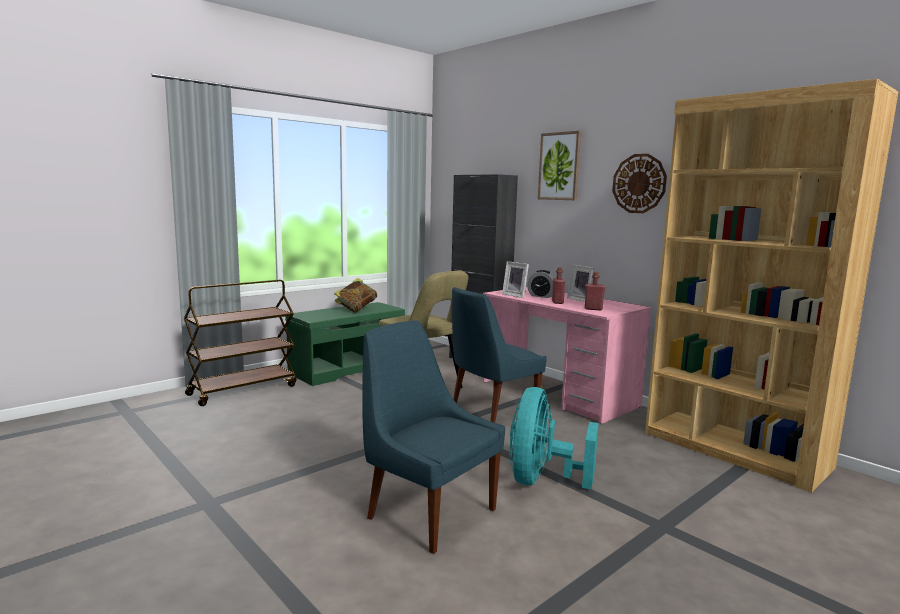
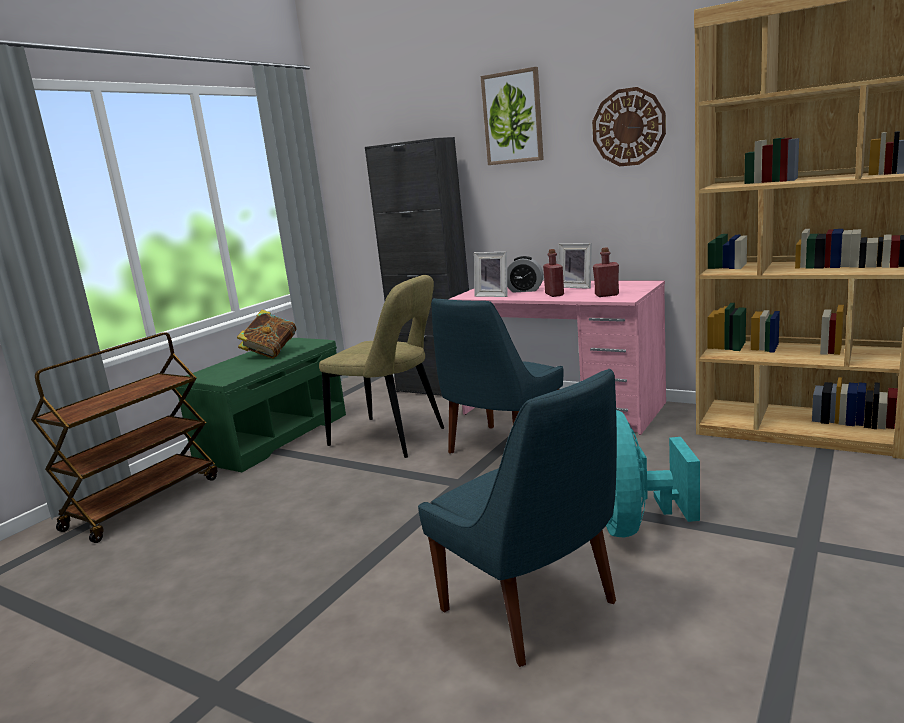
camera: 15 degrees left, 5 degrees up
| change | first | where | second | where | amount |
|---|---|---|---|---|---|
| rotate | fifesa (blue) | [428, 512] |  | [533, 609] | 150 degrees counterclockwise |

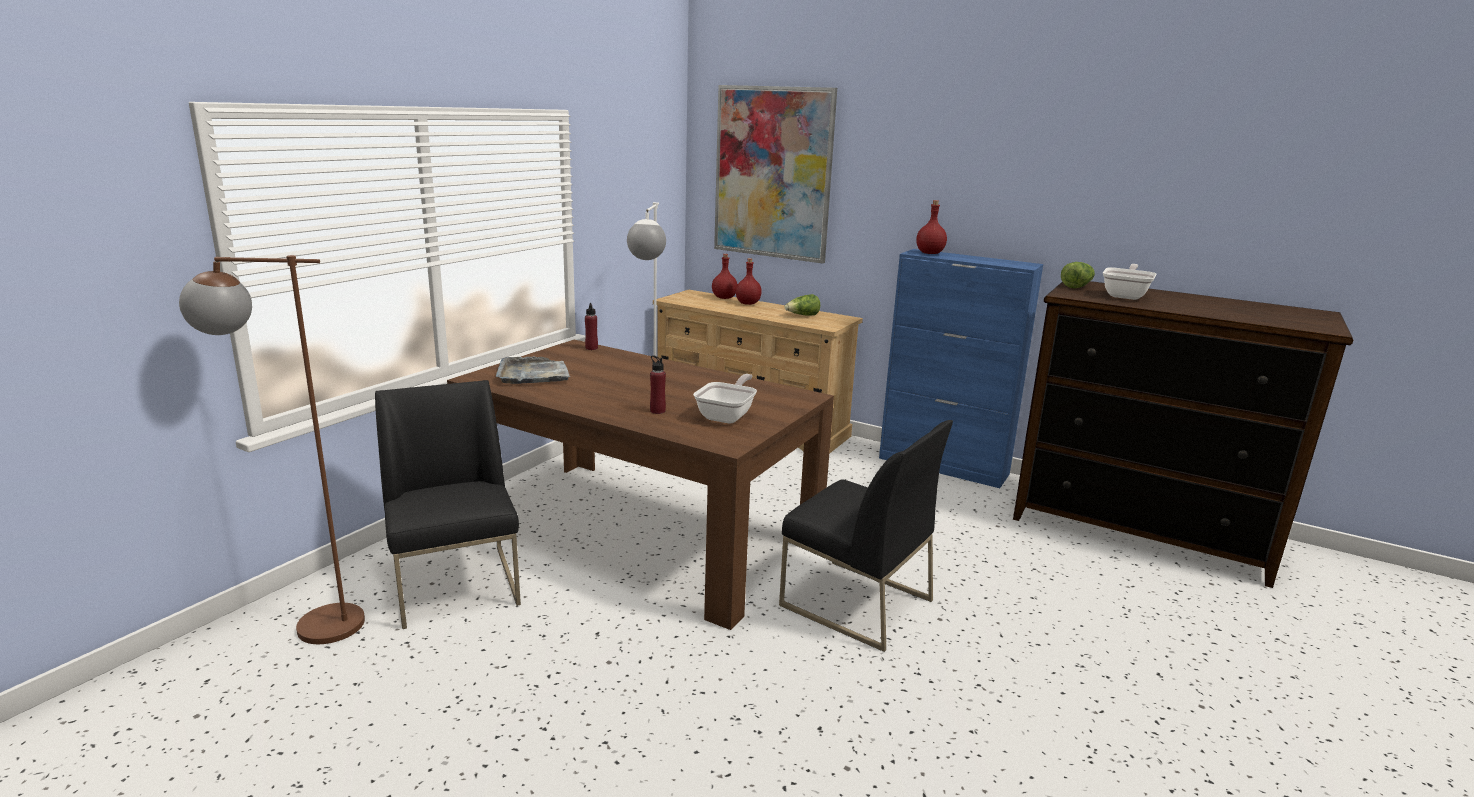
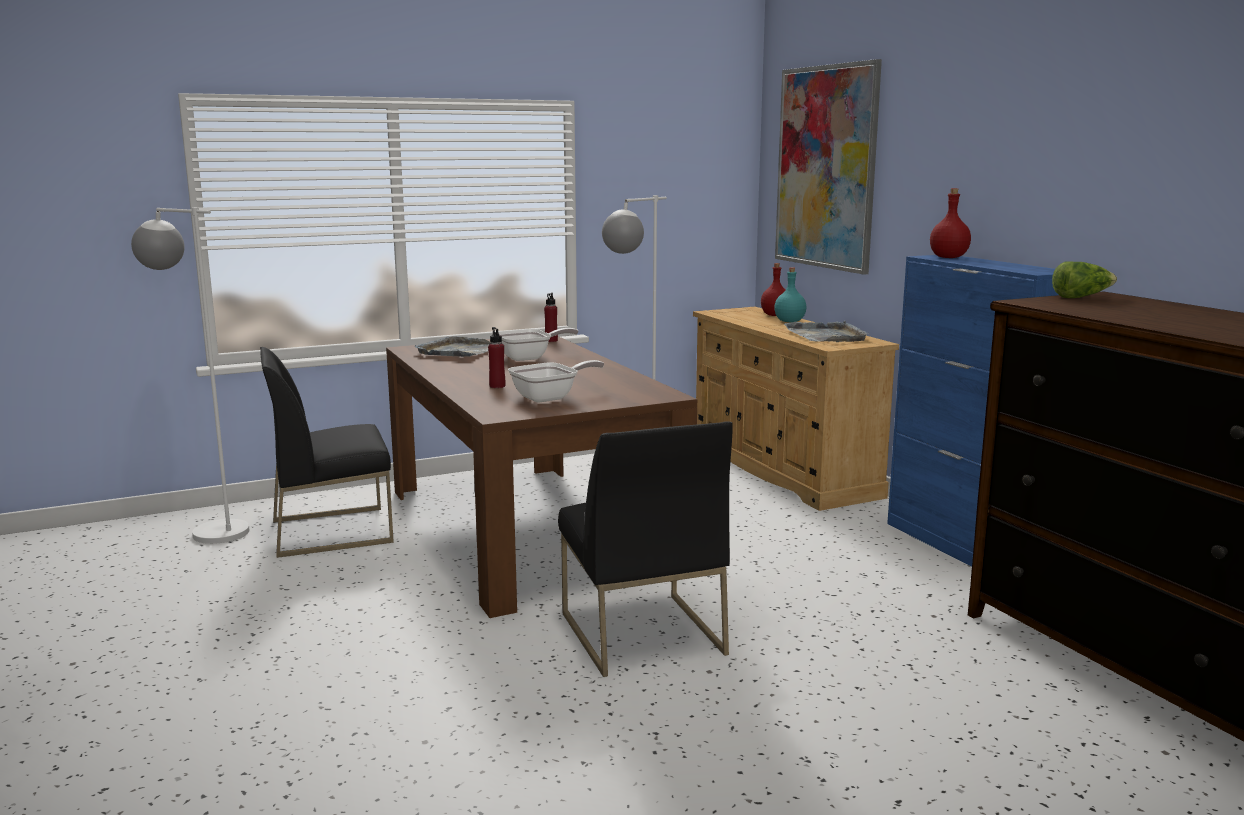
camera: 35 degrees right, 5 degrees down
| change | first | where | second | where | amount |
|---|---|---|---|---|---|
| recolor | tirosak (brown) | [307, 626] | tirosak (white) | [207, 530] |  |
| rotate | fifesa (black) | [457, 585] |  | [333, 531] | 120 degrees counterclockwise |
| recolor | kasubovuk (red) | [748, 303] | kasubovuk (turquoise) | [790, 321] |  |
| replace | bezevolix | [802, 315] | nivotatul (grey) | [827, 336] |  |
| move | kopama | [1126, 295] |  | [529, 358] |  |

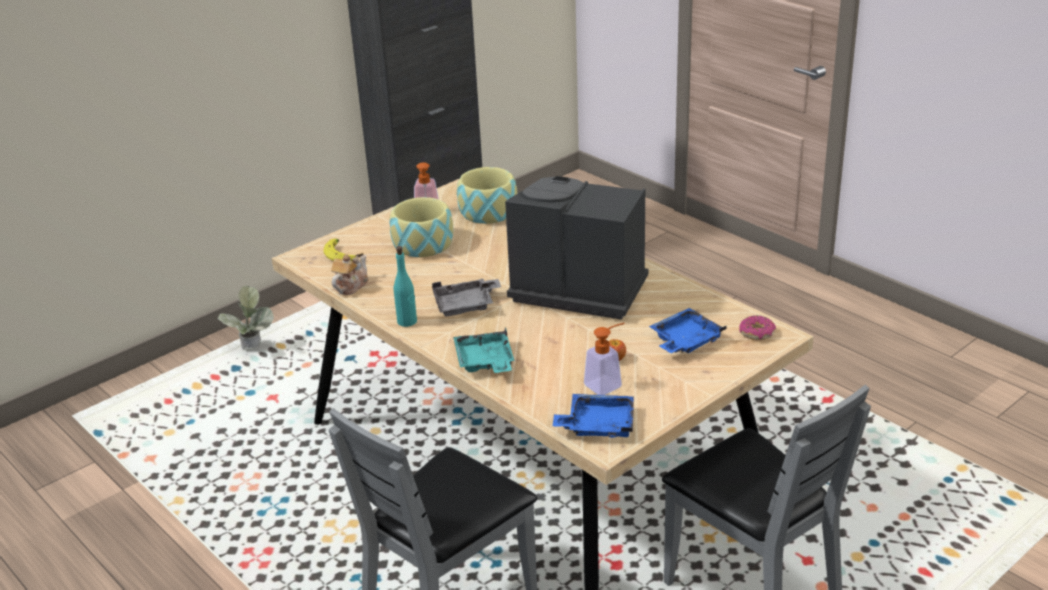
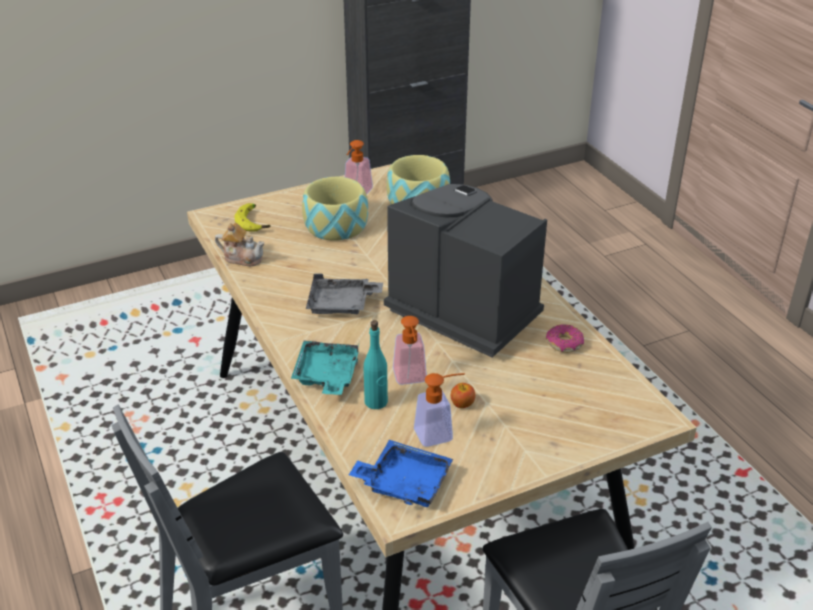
camera: 15 degrees right, 5 degrees up
| change | first | where | second | where | amount |
|---|---|---|---|---|---|
| delete | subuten | [253, 350] |  |  |  |
| rotate | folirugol | [350, 286] |  | [242, 258] | 60 degrees clockwise |
| move | kasubovuk (turquoise) | [407, 321] |  | [376, 402] |  |
| delete | nivotatul (blue) | [685, 341] |  |  |  |
| move | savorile | [757, 333] |  | [564, 344] |  |
| insert |  |  | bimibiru | [410, 379] |  |

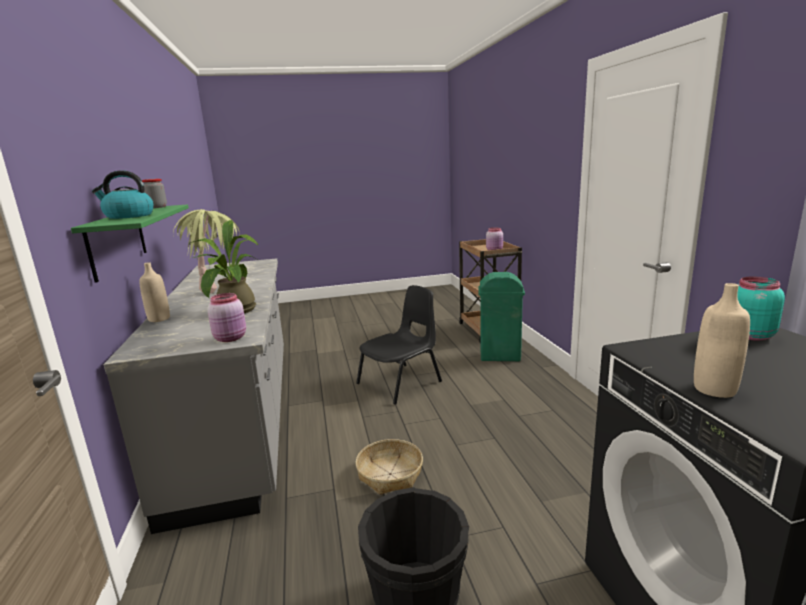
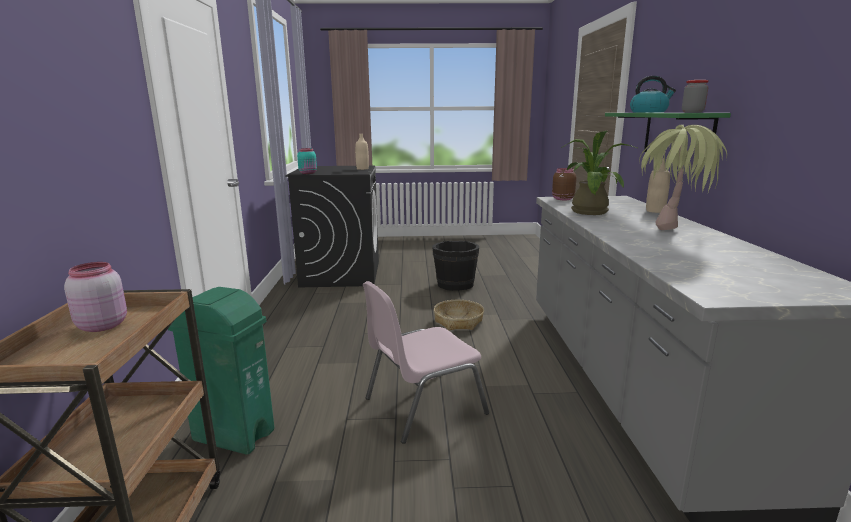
camera: 170 degrees left, 0 degrees up
| change | first | where | second | where | amount |
|---|---|---|---|---|---|
| recolor | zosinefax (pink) | [231, 338] | zosinefax (brown) | [562, 199] |  |
| recolor | fifesa (black) | [401, 382] | fifesa (pink) | [422, 406] |  |

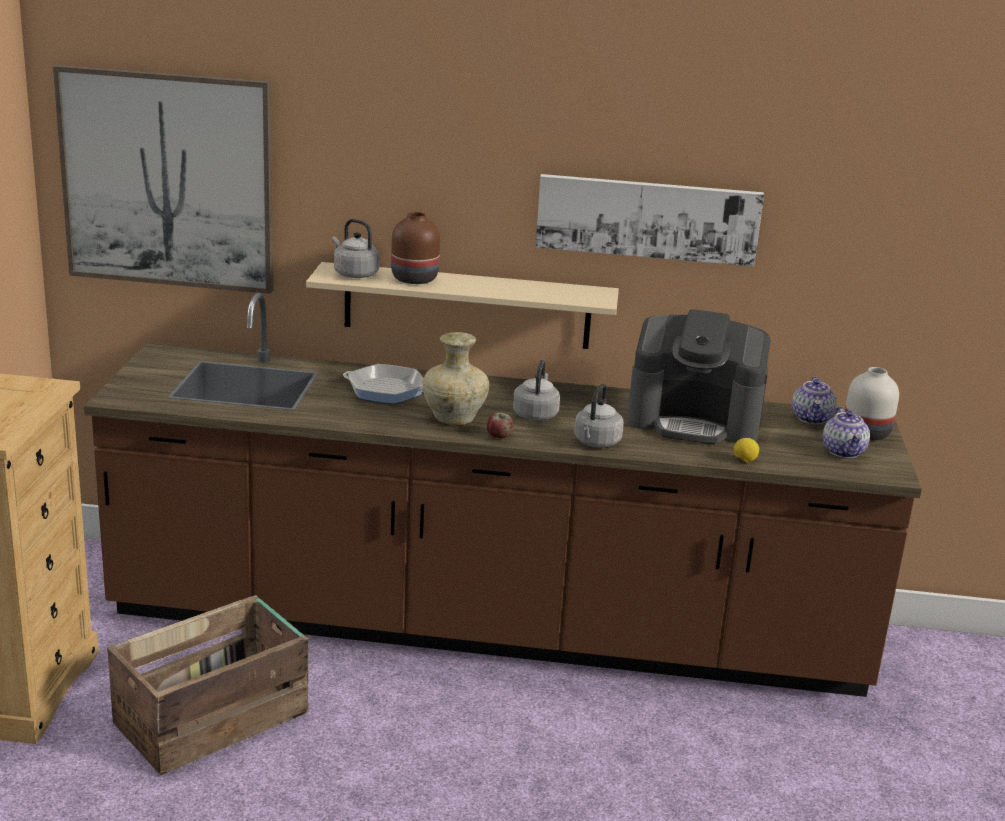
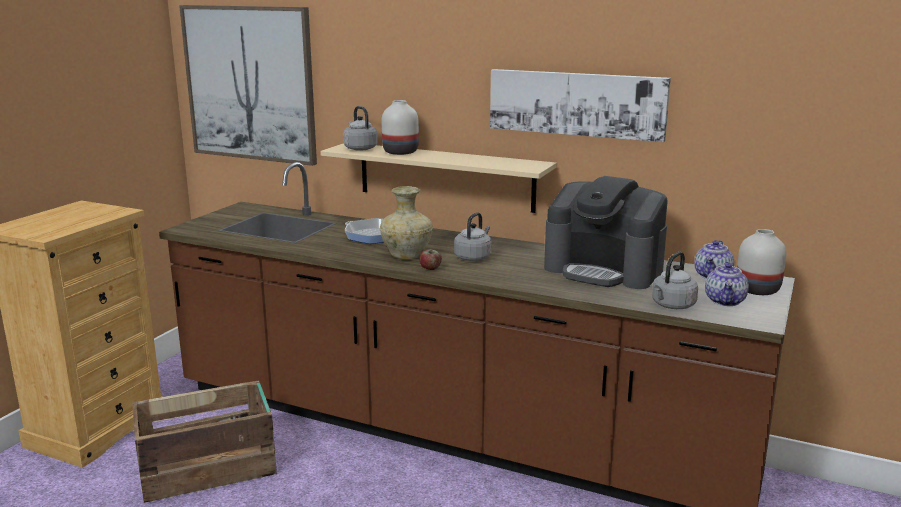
camera: 20 degrees right, 5 degrees down
| change | first | where | second | where | amount |
|---|---|---|---|---|---|
| recolor | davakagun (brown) | [415, 278] | davakagun (white) | [401, 152] |  |
| move | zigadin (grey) | [596, 443] |  | [672, 306] |  |
| delete | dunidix | [744, 461] |  |  |  |

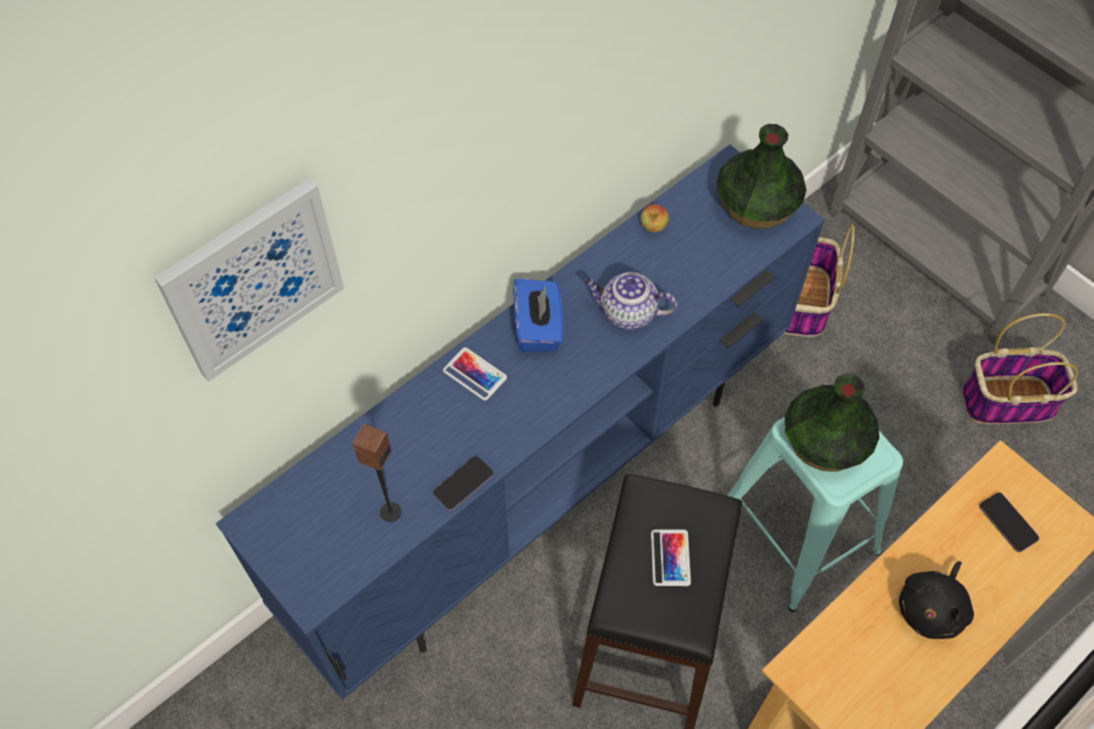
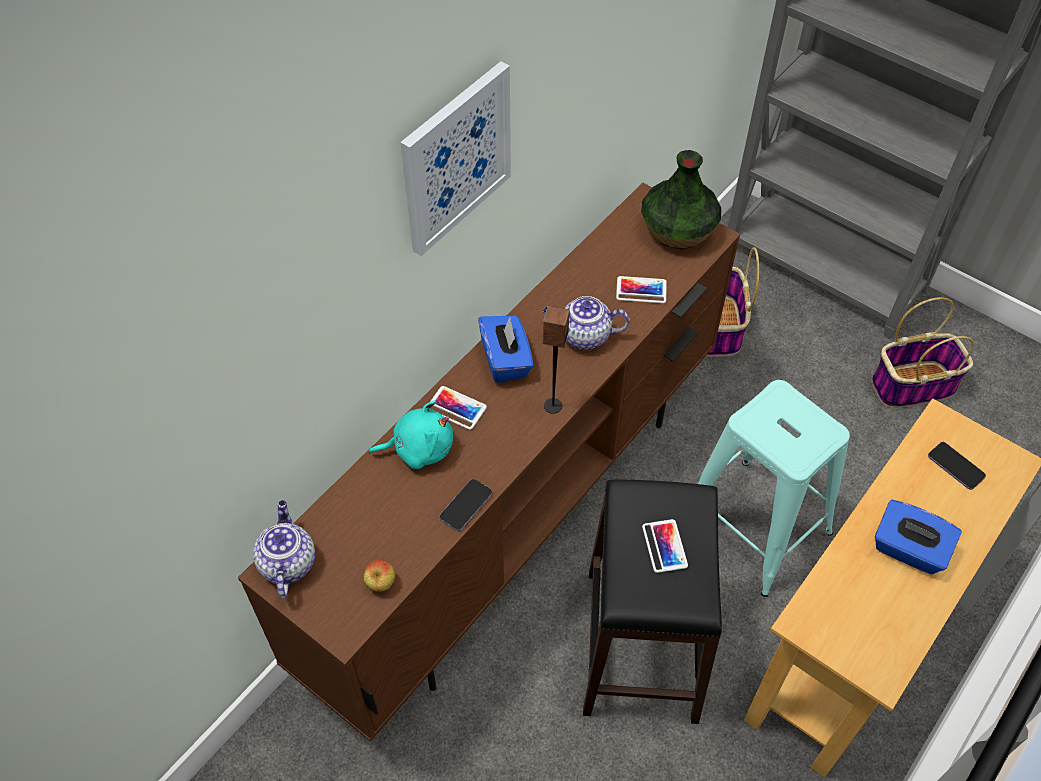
camera: 10 degrees left, 5 degrees down
| change | first | where | second | where | amount |
|---|---|---|---|---|---|
| move | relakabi | [253, 279] |  | [455, 158] |  |
| recolor | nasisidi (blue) | [545, 483] | nasisidi (brown) | [518, 519] |  |
| move | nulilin | [390, 512] |  | [552, 405] |  |
| move | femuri | [653, 228] |  | [381, 584] |  |
| delete | davakagun | [824, 442] |  |  |  |
| replace | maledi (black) | [932, 608] | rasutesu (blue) | [908, 550] |  |
| insert |  |  | folirugol | [287, 563] |  |
| insert |  |  | maledi (turquoise) | [419, 448] |  |
| insert |  |  | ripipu | [641, 290] |  |

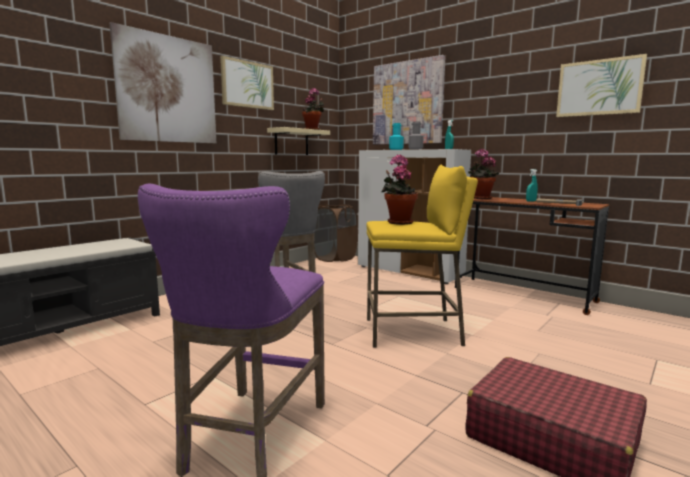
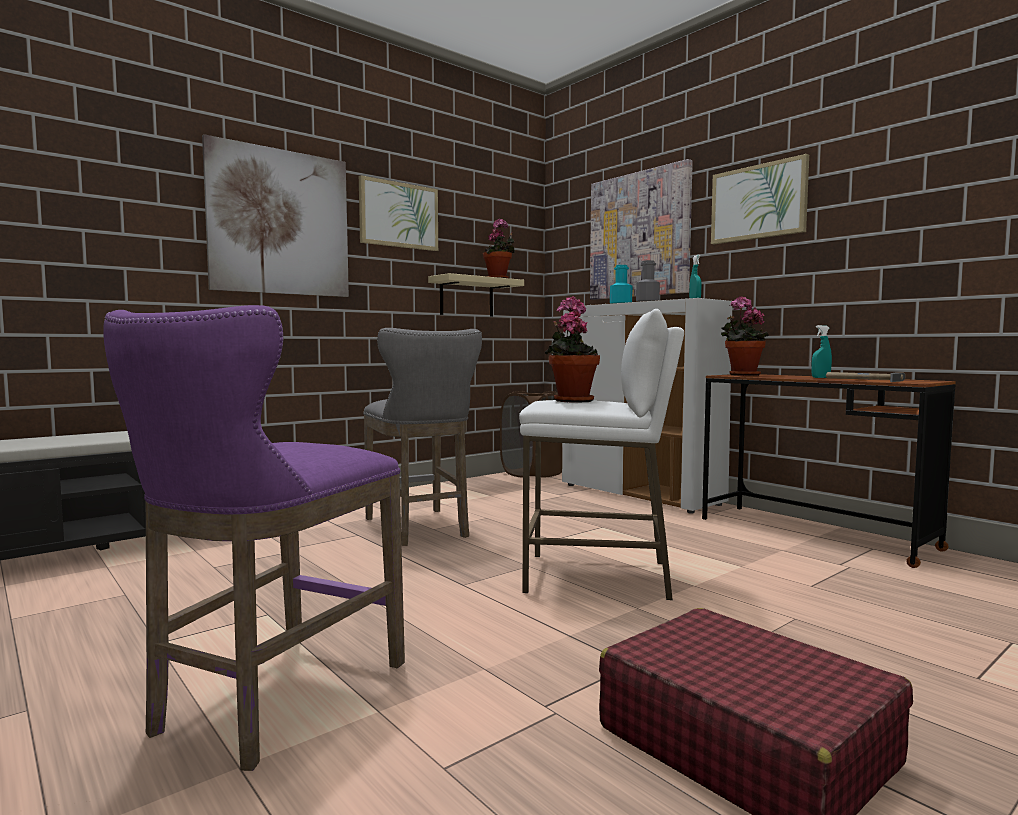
camera: 10 degrees right, 5 degrees down
| change | first | where | second | where | amount |
|---|---|---|---|---|---|
| recolor | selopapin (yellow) | [413, 332] | selopapin (white) | [598, 576] |  |
| move | relakabi | [599, 87] |  | [758, 202] |  |

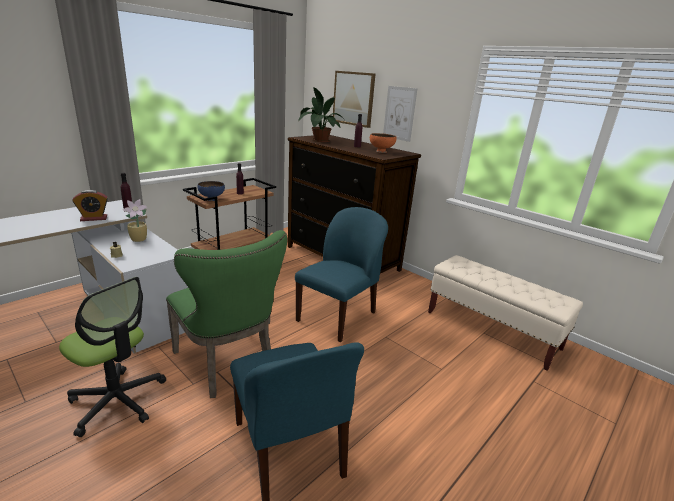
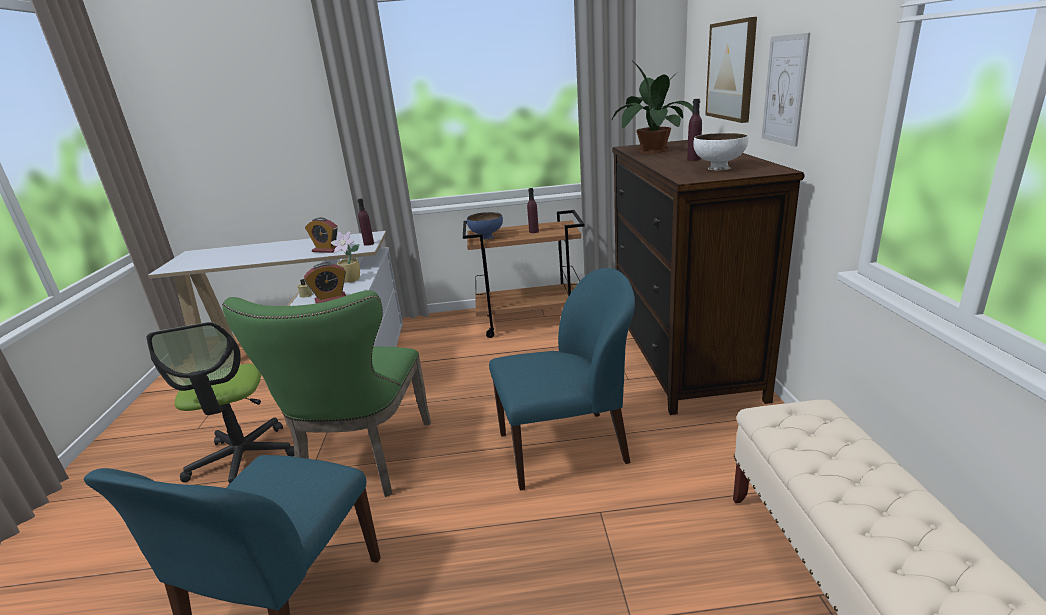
camera: 45 degrees right, 0 degrees up
| change | first | where | second | where | amount |
|---|---|---|---|---|---|
| recolor | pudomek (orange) | [381, 151] | pudomek (white) | [718, 168] |  |
| insert |  |  | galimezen | [331, 299] |  |

